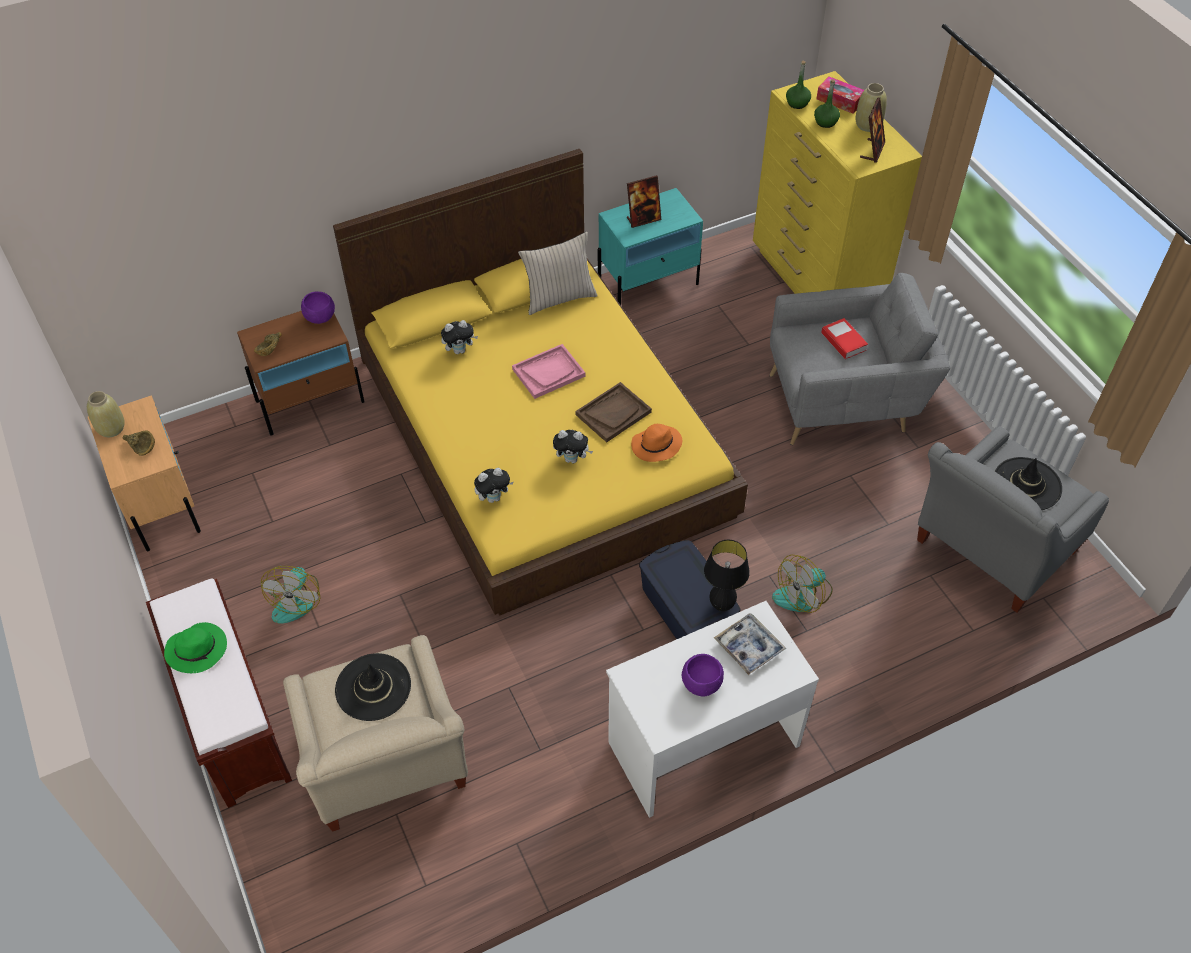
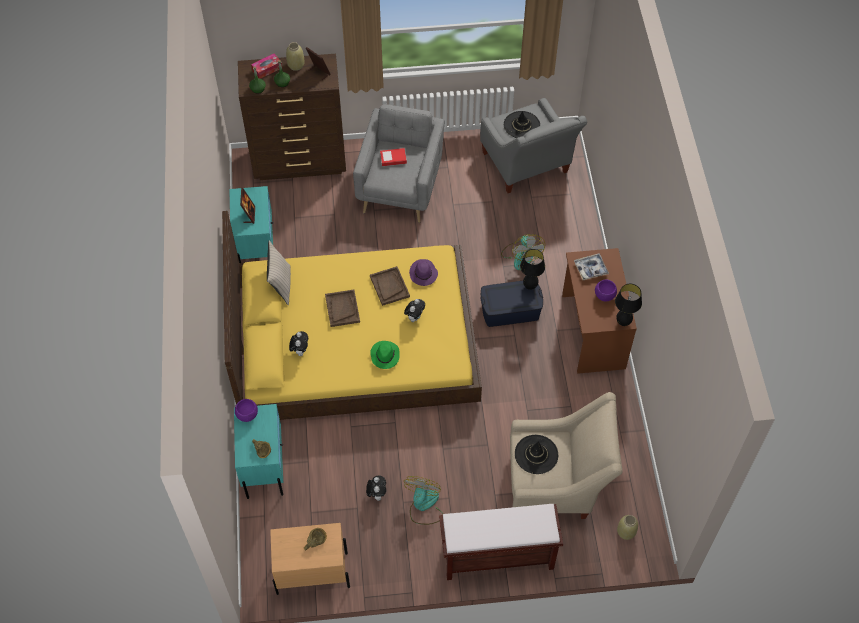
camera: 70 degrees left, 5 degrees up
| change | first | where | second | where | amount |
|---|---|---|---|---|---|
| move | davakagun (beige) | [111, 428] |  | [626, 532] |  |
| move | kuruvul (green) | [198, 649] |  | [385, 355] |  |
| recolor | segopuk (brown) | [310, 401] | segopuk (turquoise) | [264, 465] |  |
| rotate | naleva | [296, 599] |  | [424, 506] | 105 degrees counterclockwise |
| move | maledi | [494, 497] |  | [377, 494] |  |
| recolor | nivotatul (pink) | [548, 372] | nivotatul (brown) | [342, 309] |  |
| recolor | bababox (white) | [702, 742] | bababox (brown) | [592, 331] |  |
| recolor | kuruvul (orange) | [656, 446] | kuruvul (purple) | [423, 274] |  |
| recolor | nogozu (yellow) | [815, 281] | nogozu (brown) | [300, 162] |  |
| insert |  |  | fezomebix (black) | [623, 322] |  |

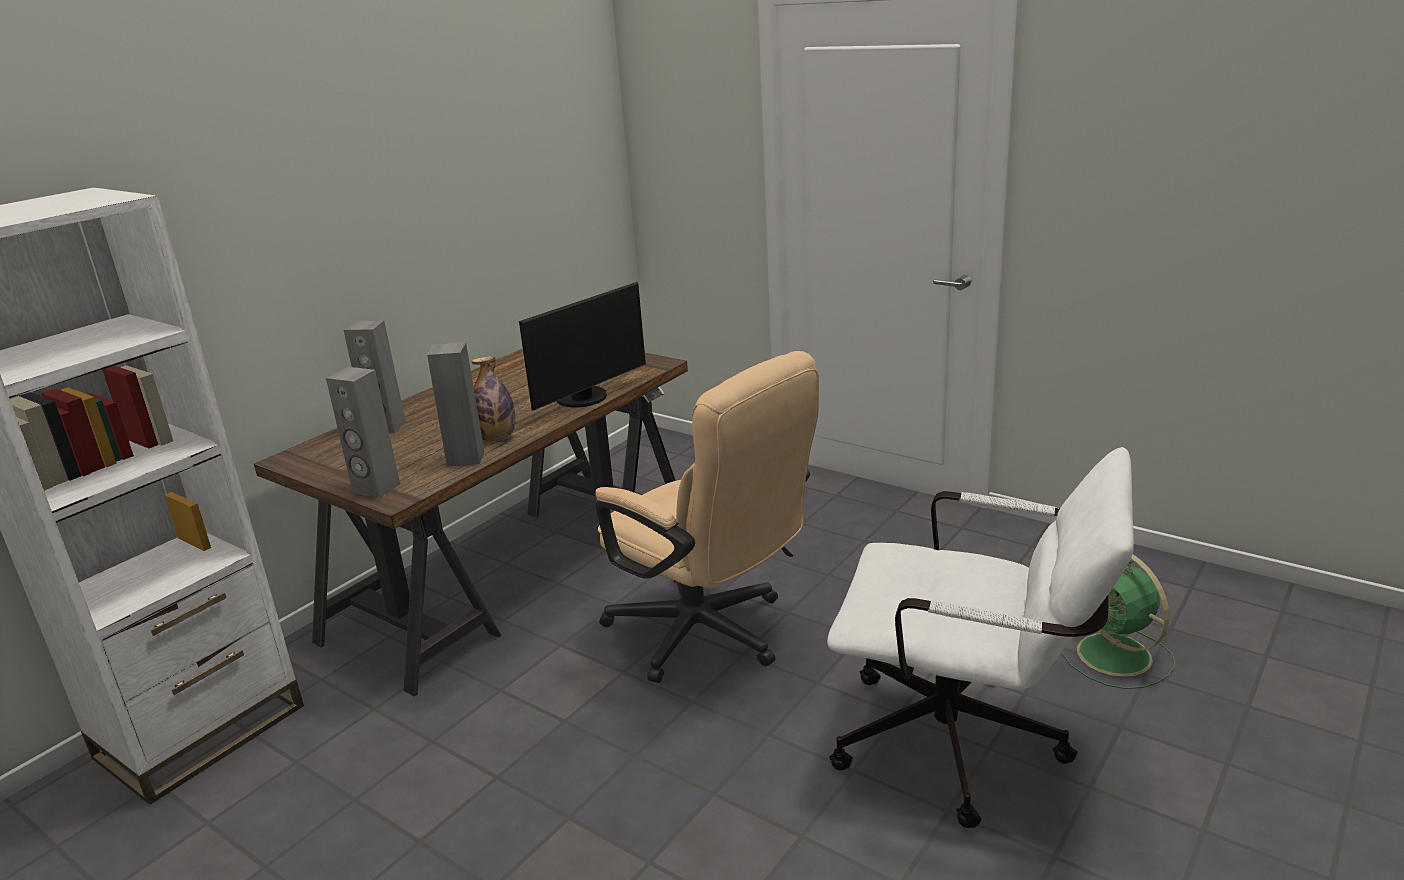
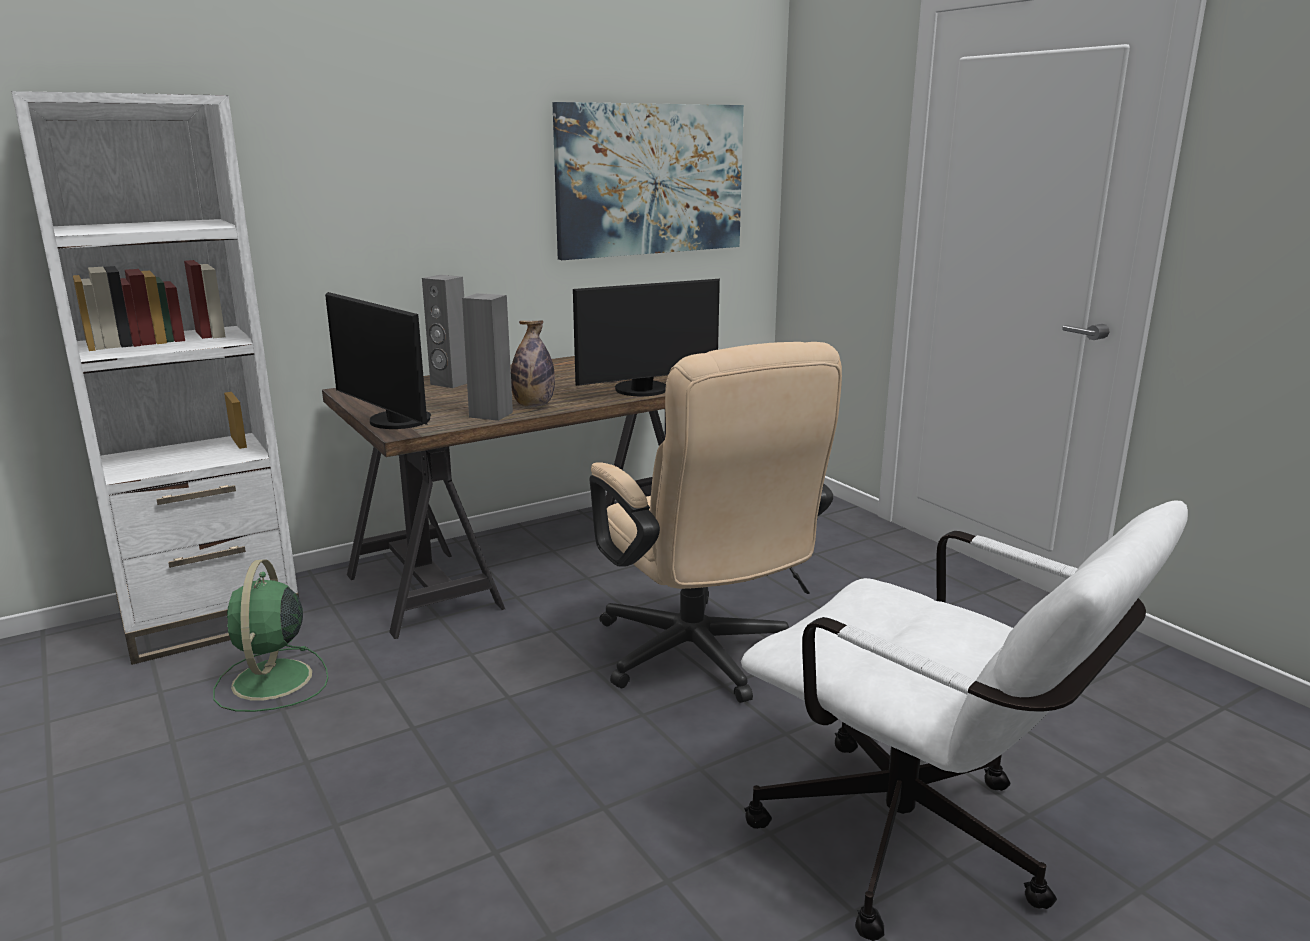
camera: 20 degrees right, 5 degrees down
| change | first | where | second | where | amount |
|---|---|---|---|---|---|
| replace | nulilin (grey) | [376, 488] | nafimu | [394, 422] |  |
| move | naleva (green) | [1117, 656] |  | [271, 682] |  |
| insert |  |  | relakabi | [650, 179] |  |

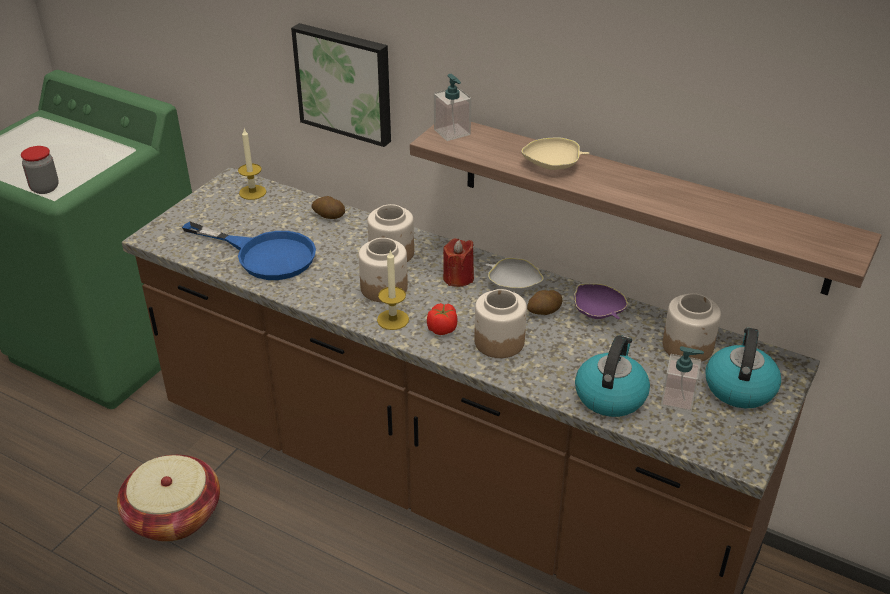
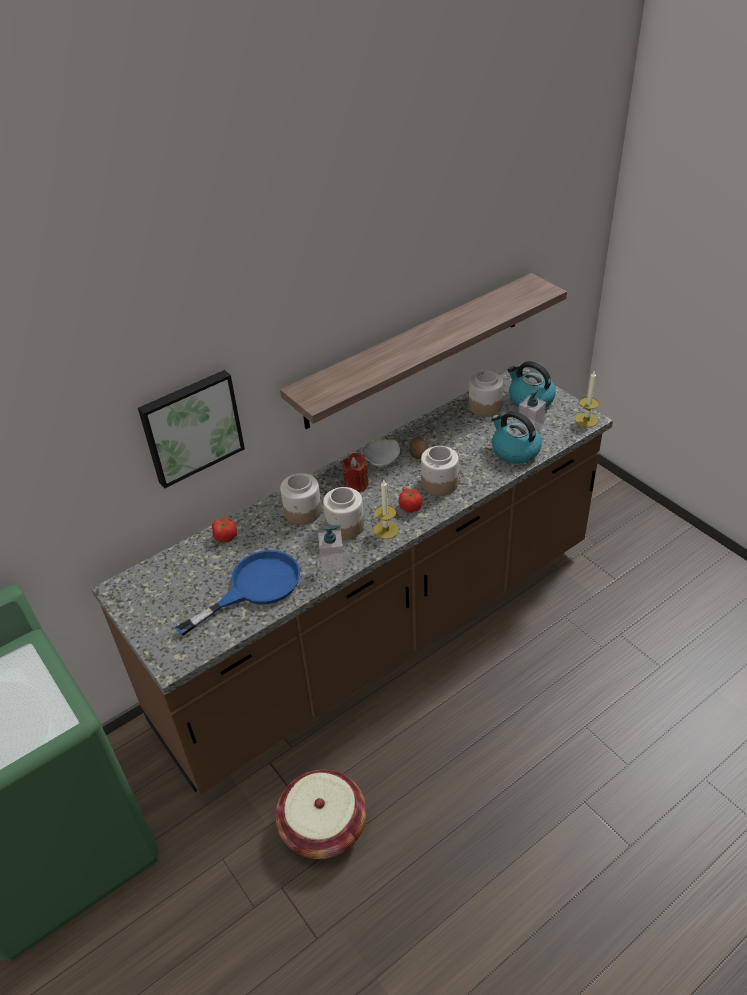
camera: 65 degrees left, 5 degrees up
| change | first | where | second | where | amount |
|---|---|---|---|---|---|
| delete | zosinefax | [45, 188] |  |  |  |
| move | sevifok | [252, 192] |  | [586, 420] |  |
| replace | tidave | [328, 216] | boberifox | [225, 536] |  |
| move | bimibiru | [452, 132] |  | [333, 562] |  |
| delete | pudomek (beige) | [553, 165] |  |  |  |
| delete | pudomek (purple) | [598, 312] |  |  |  |

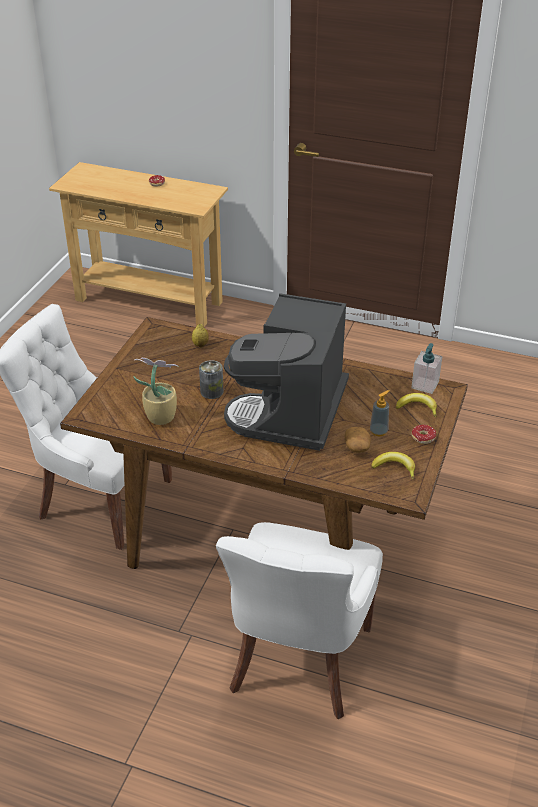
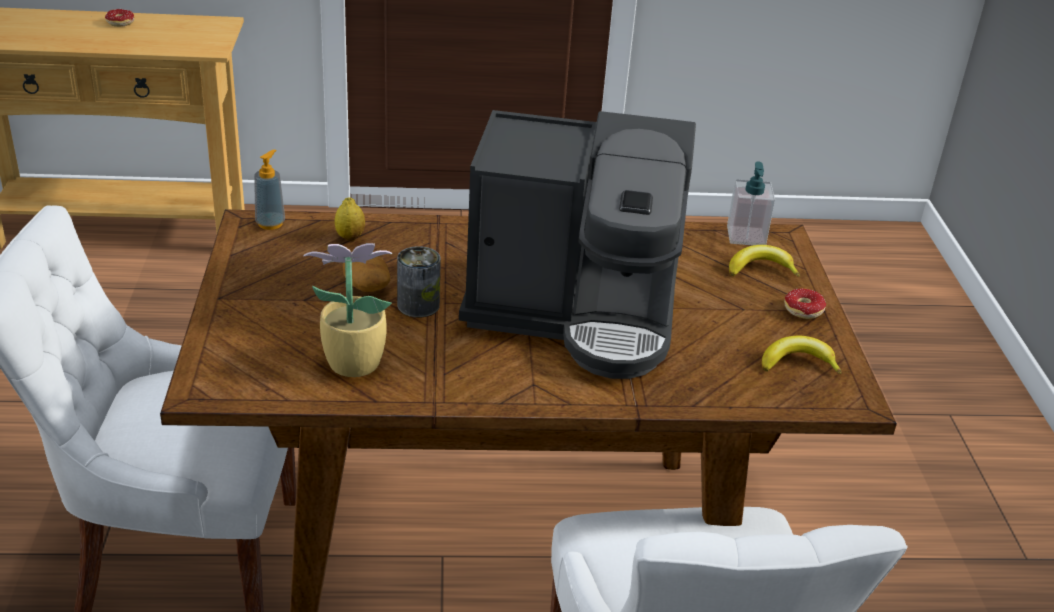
camera: 25 degrees left, 5 degrees down
| change | first | where | second | where | amount |
|---|---|---|---|---|---|
| rotate | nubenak | [292, 412] |  | [576, 312] | 75 degrees counterclockwise |
| move | tidave | [357, 447] |  | [367, 286] |  |
| move | bimibiru | [378, 431] |  | [270, 223] |  |

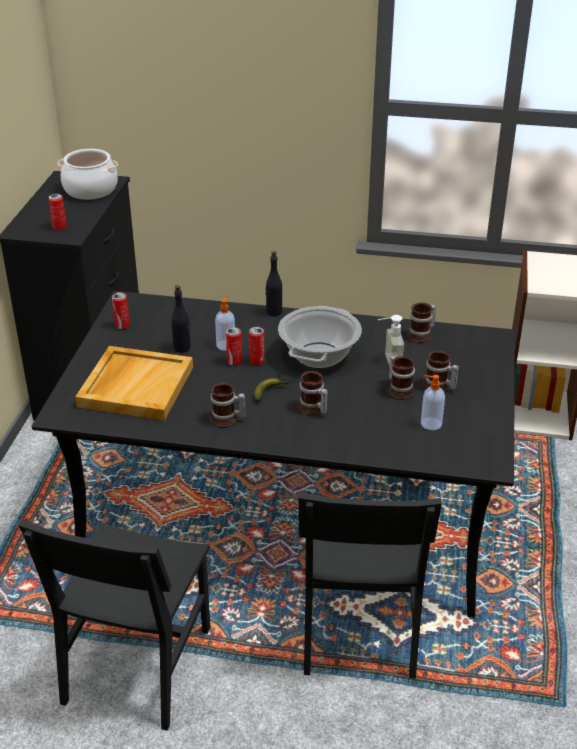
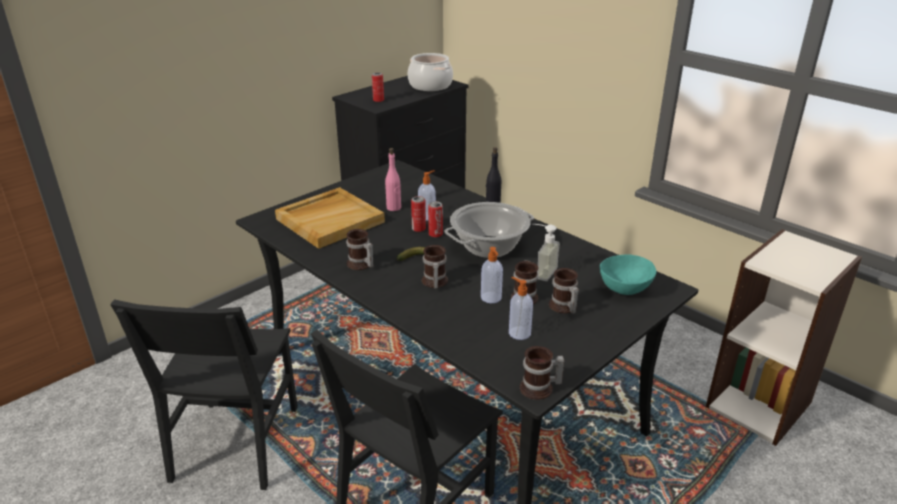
camera: 35 degrees right, 5 degrees down
| change | first | where | second | where | amount |
|---|---|---|---|---|---|
| rotate | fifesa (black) | [137, 665] |  | [236, 443] | 45 degrees counterclockwise |
| delete | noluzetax | [122, 325] |  |  |  |
| recolor | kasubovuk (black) | [182, 348] | kasubovuk (pink) | [394, 208] |  |
| move | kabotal | [422, 335] |  | [540, 389] |  |
| insert |  |  | bimibiru | [491, 298] |  |
| insert |  |  | pudomek (turquoise) | [626, 289] |  |

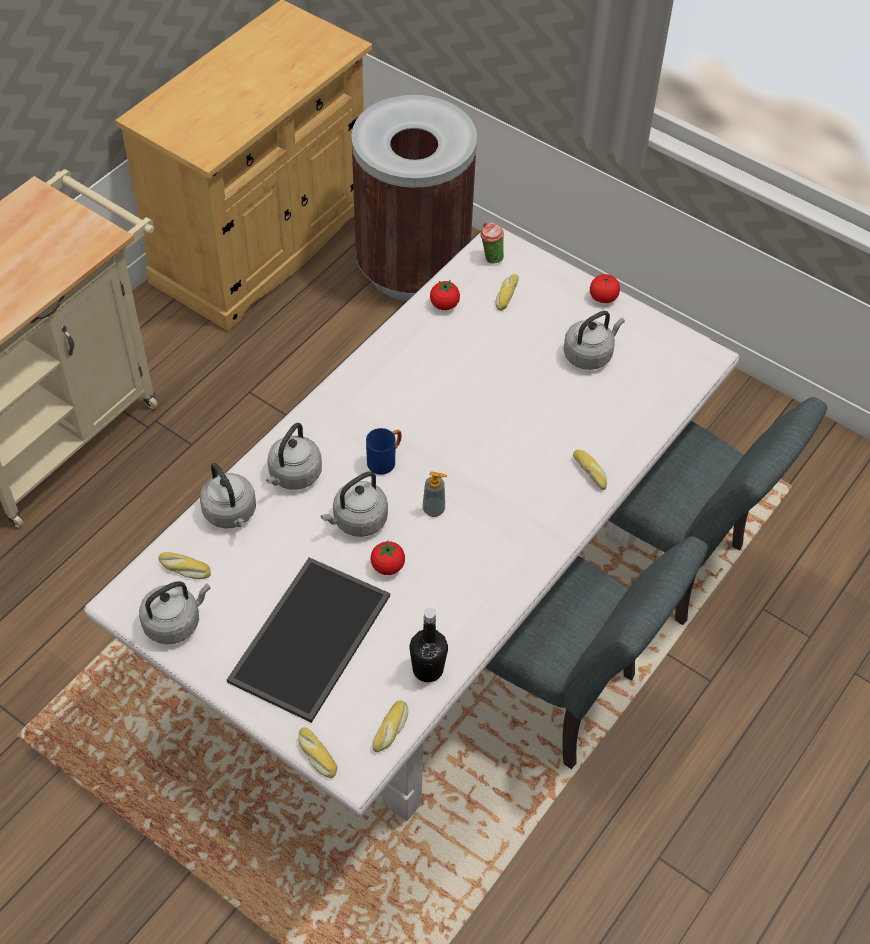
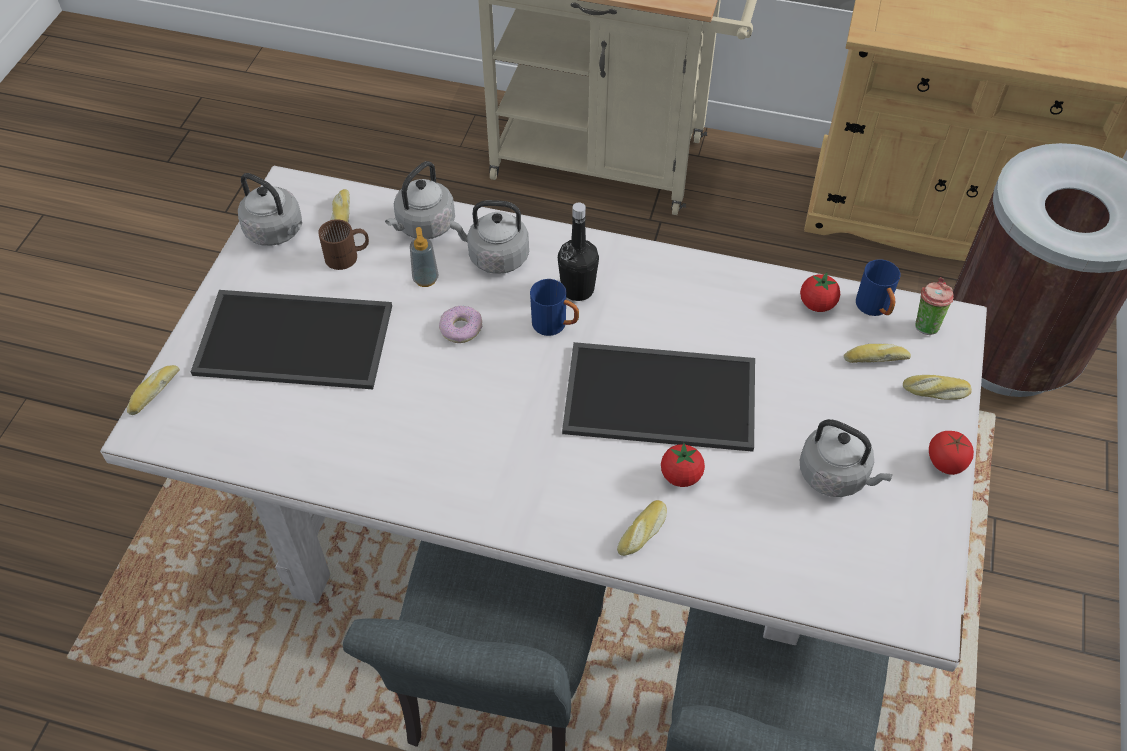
camera: 70 degrees right, 0 degrees up
| change | first | where | second | where | amount |
|---|---|---|---|---|---|
| replace | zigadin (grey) | [357, 521] | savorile | [460, 329] |  |
| move | boberifox | [387, 566] |  | [681, 476] |  |
| move | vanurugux | [391, 729] |  | [935, 392] |  |
| move | kasubovuk (black) | [428, 669] |  | [577, 289] |  |
| move | bimibiru | [434, 509] |  | [425, 279] |  |
| insert |  |  | kabotal (brown) | [348, 256] |  |
| insert |  |  | nivotatul | [662, 394] |  |
| insert |  |  | kabotal (blue) | [875, 309] |  |

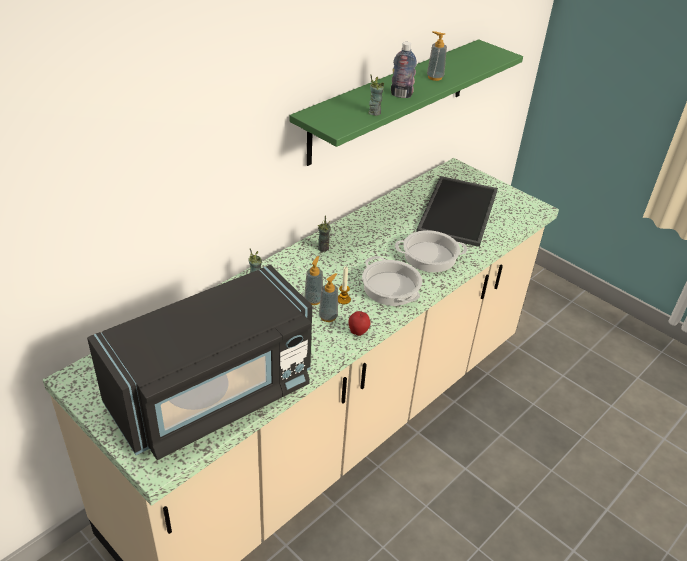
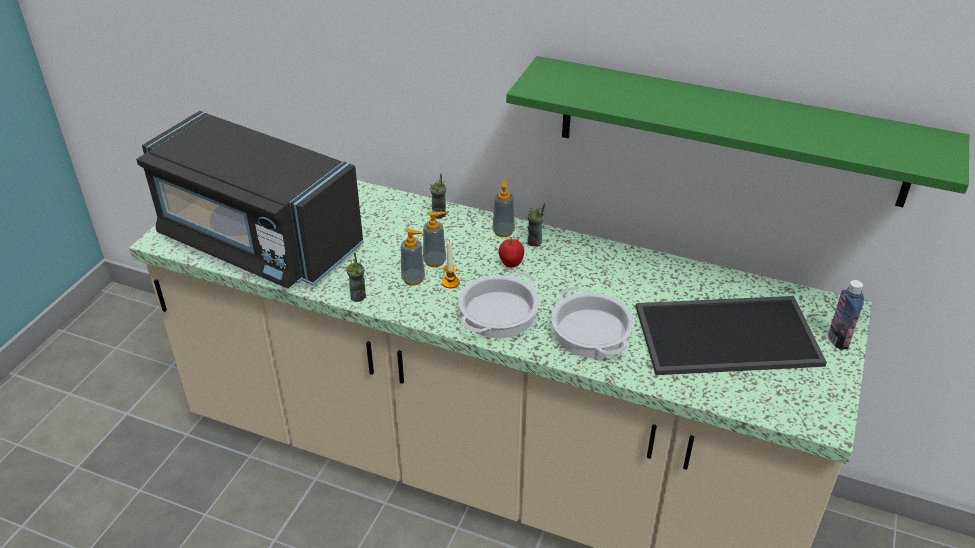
camera: 70 degrees right, 0 degrees up
| change | first | where | second | where | amount |
|---|---|---|---|---|---|
| move | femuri | [358, 333] |  | [511, 265] |  |
| move | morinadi | [374, 112] |  | [358, 296] |  |
| move | kasubovuk | [401, 95] |  | [838, 340] |  |
| move | bimibiru | [434, 77] |  | [503, 232] |  |

